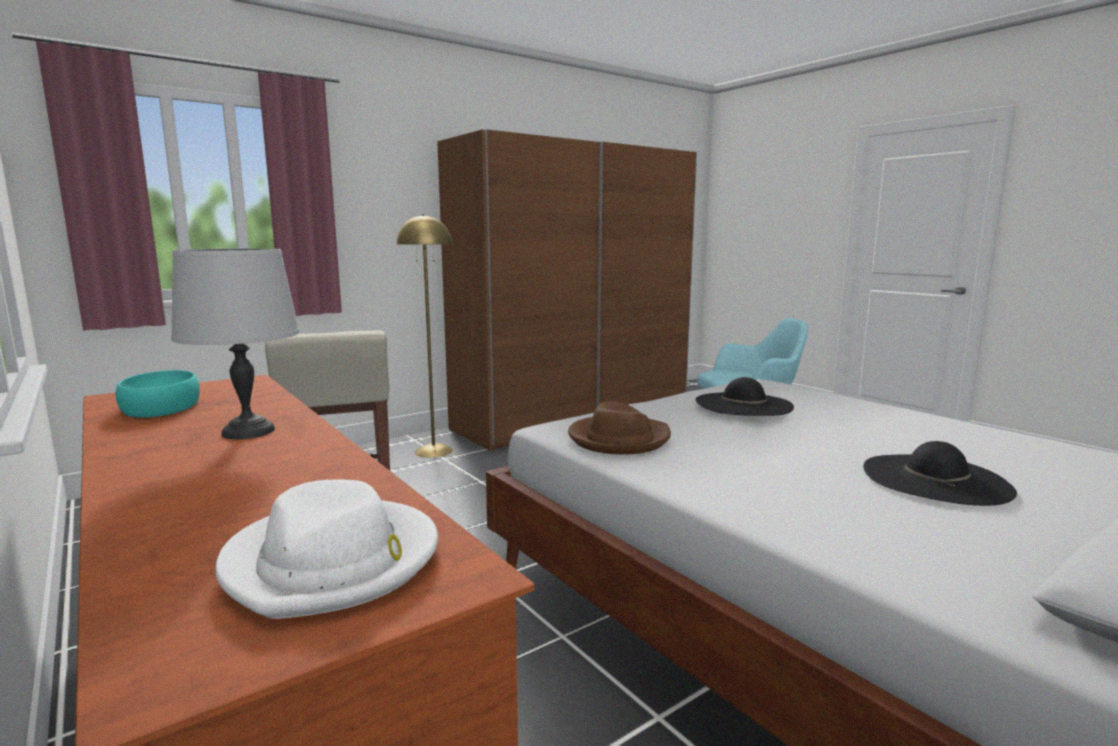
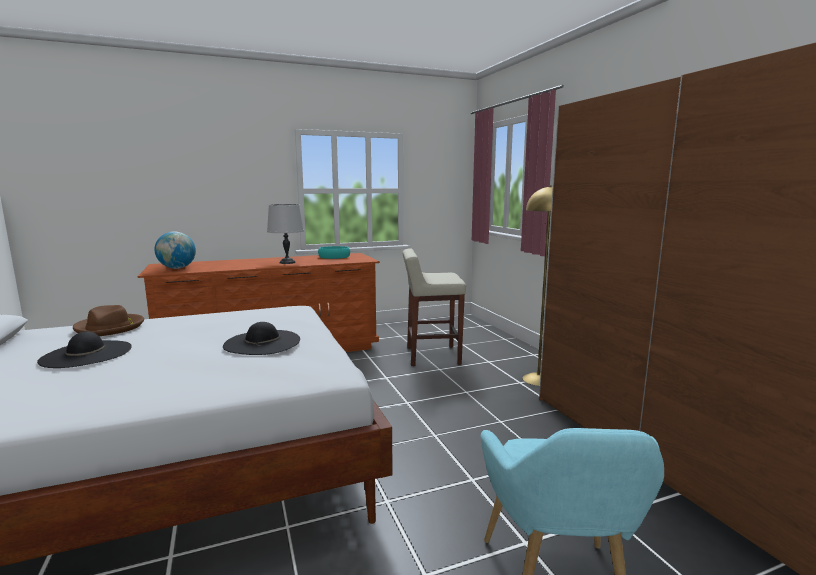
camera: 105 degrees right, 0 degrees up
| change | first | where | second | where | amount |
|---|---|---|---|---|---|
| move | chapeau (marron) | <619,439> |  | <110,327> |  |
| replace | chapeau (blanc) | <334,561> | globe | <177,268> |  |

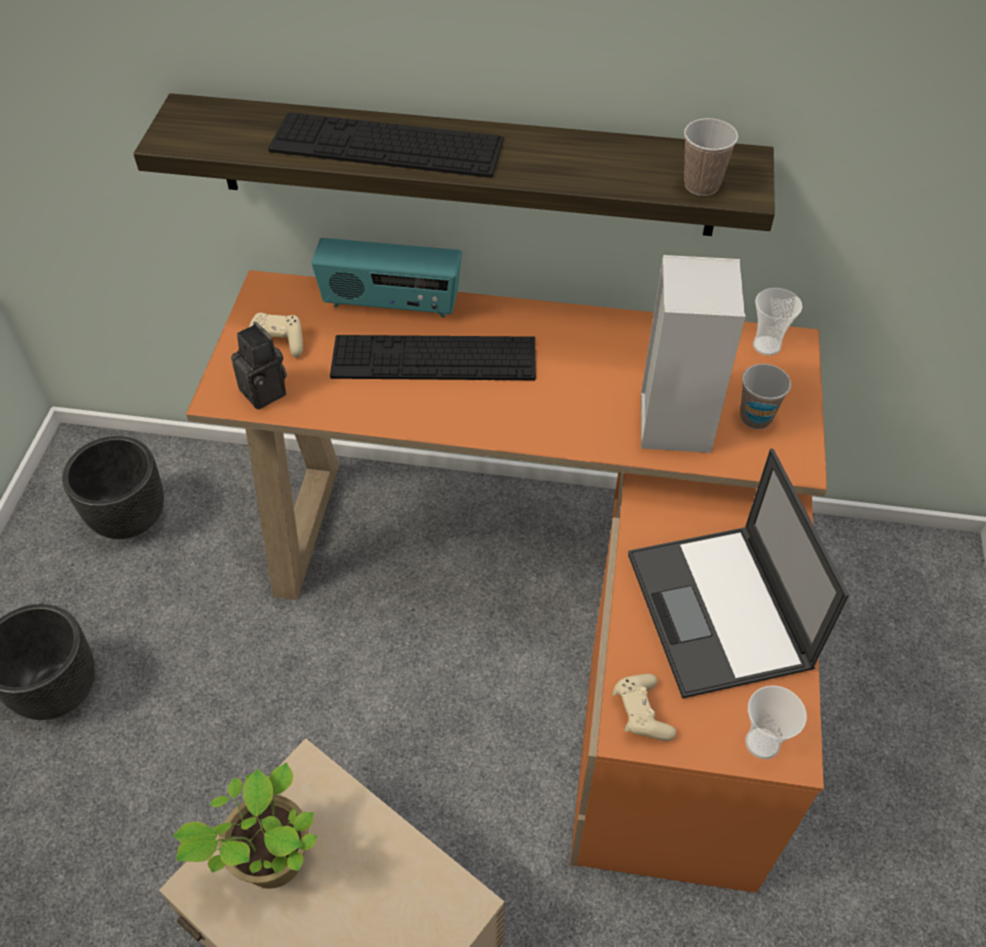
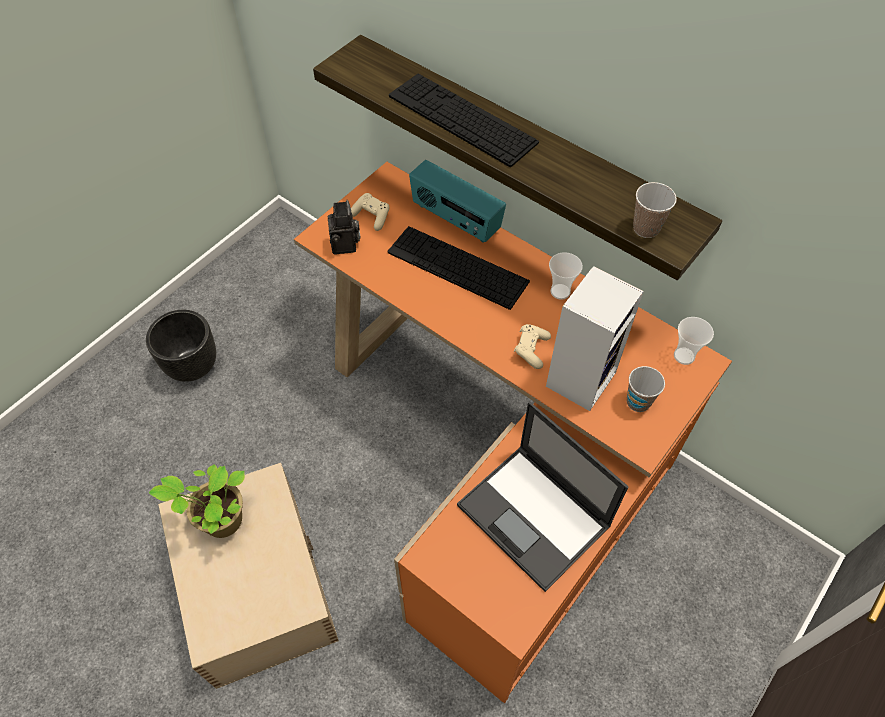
camera: 30 degrees right, 5 degrees up
| change | first | where | second | where | amount |
|---|---|---|---|---|---|
| delete | cache-pot (noir) | <129,519> |  |  |  |
| move | manette (beige) | <641,714> |  | <531,350> |  |
| move | tasse | <762,743> |  | <560,291> |  |
| rotate | ordinateur portable | <719,612> |  | <535,516> | 60 degrees counterclockwise |

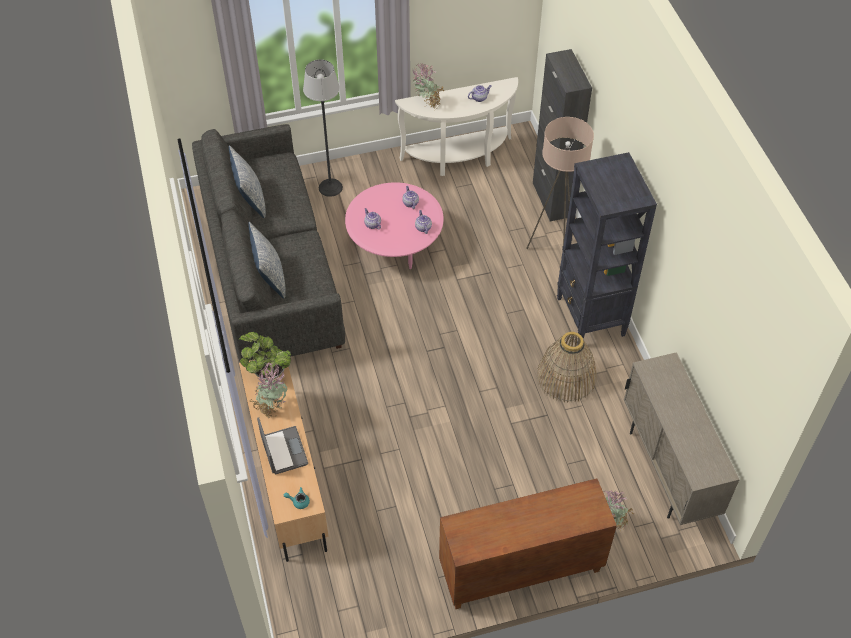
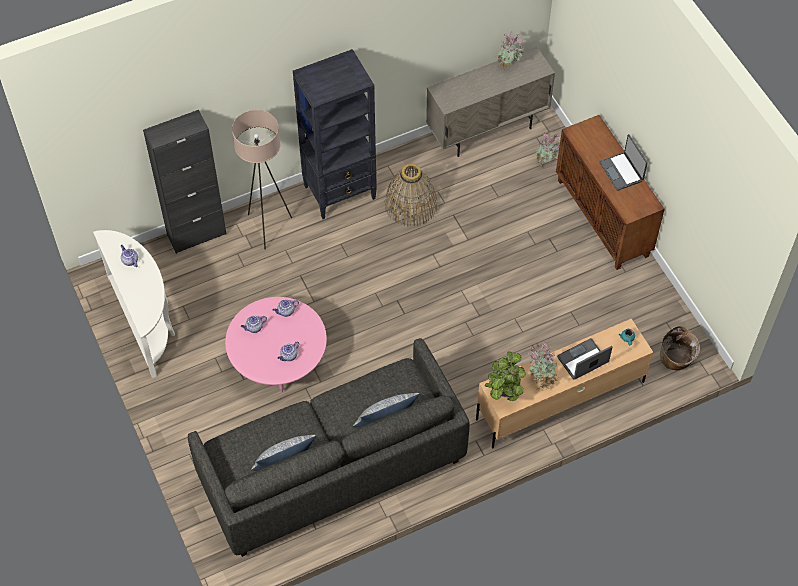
camera: 100 degrees left, 5 degrees up
| change | first | where | second | where | amount |
|---|---|---|---|---|---|
| delete | lampadaire | <330,187> |  |  |  |
| insert |  |  | ordinateur portable | <622,171> |  |
| insert |  |  | panier | <676,360> |  |
| move | plante en pot | <427,105> |  | <508,67> |  |

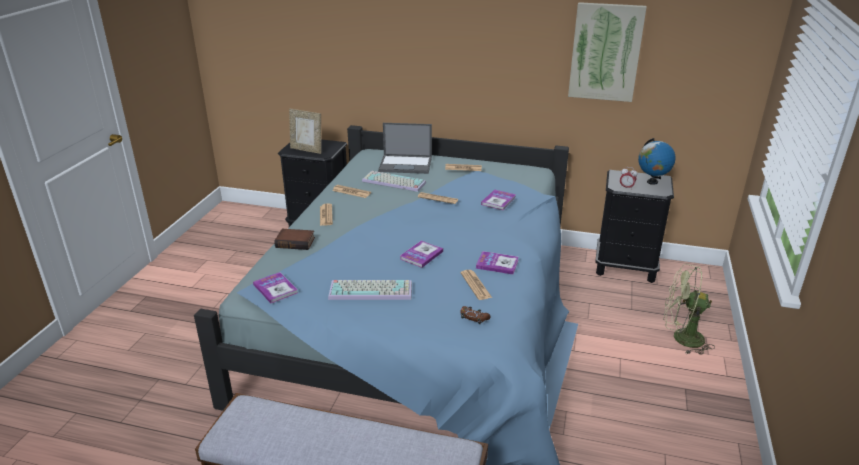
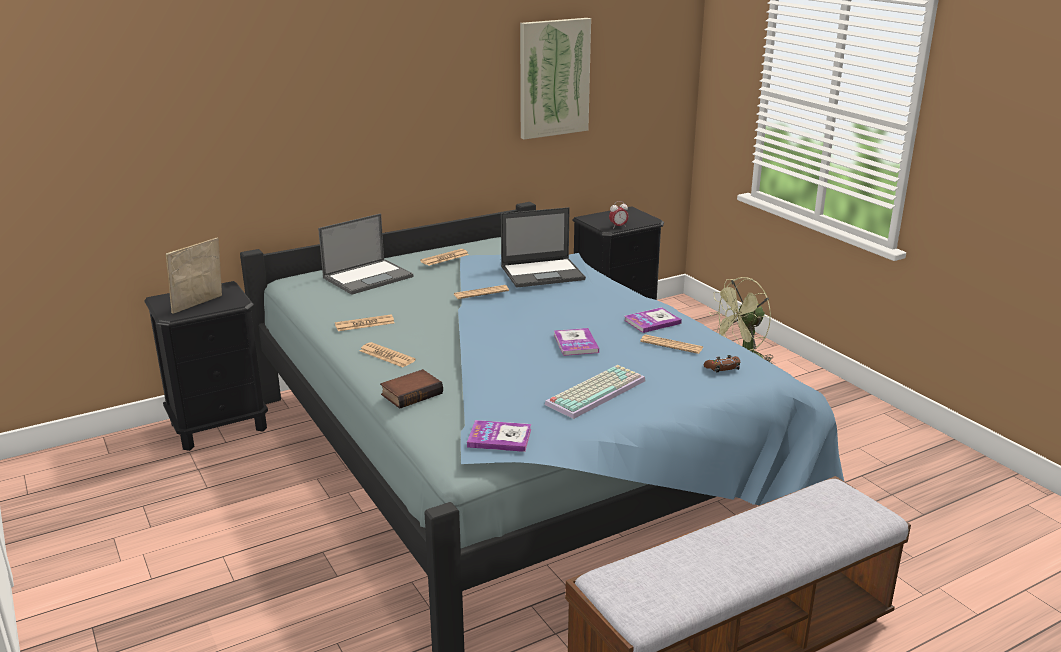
camera: 45 degrees left, 5 degrees down
| change | first | where | second | where | amount |
|---|---|---|---|---|---|
| delete | clavier | <392,182> |  |  |  |
| delete | globe | <652,182> |  |  |  |
| replace | livre | <498,201> | ordinateur portable | <543,273> |  |
| rotate | cadre photo | <307,150> |  | <199,305> | 150 degrees clockwise |

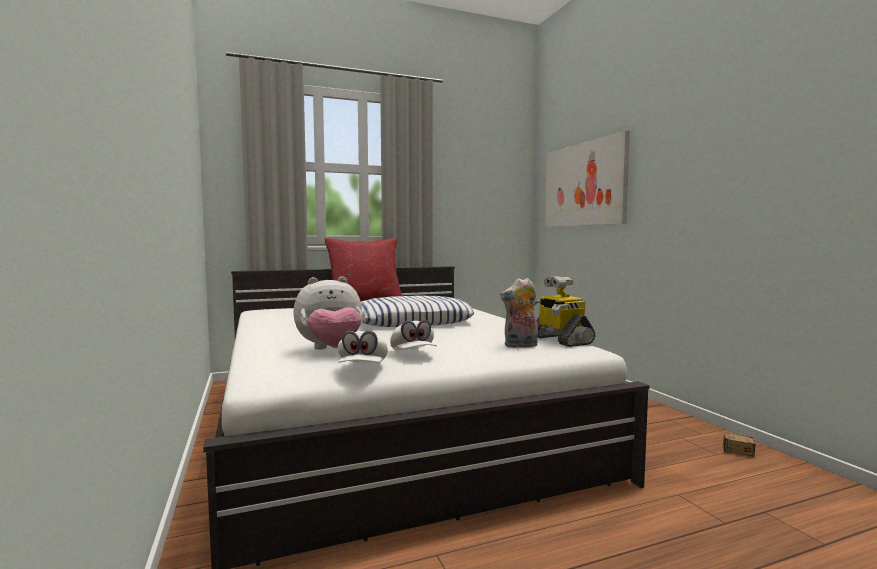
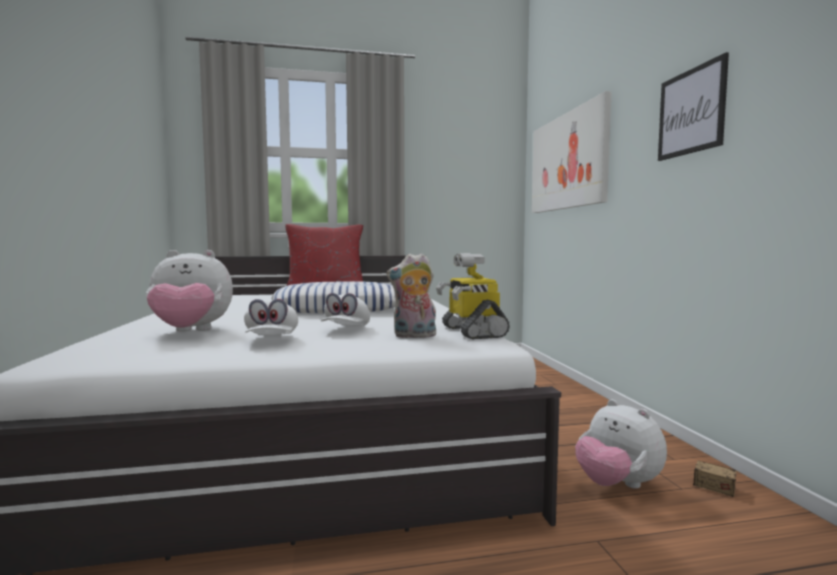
camera: 10 degrees right, 0 degrees up
| change | first | where | second | where | amount |
|---|---|---|---|---|---|
| insert |  |  | peluche | <617,484> |  |
| insert |  |  | tableau | <691,111> |  |
| move | casquette (blanc) | <362,369> |  | <346,330> |  |

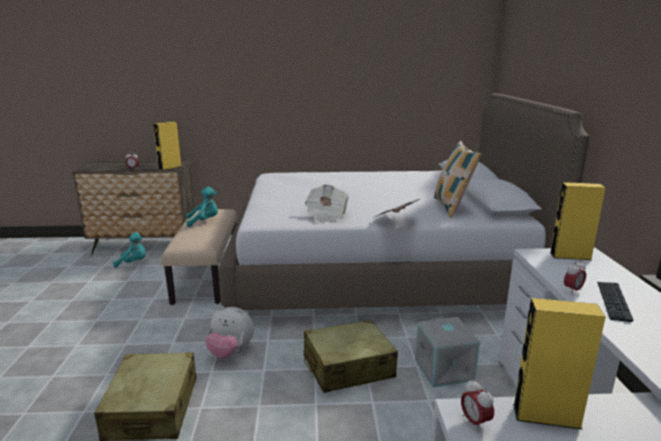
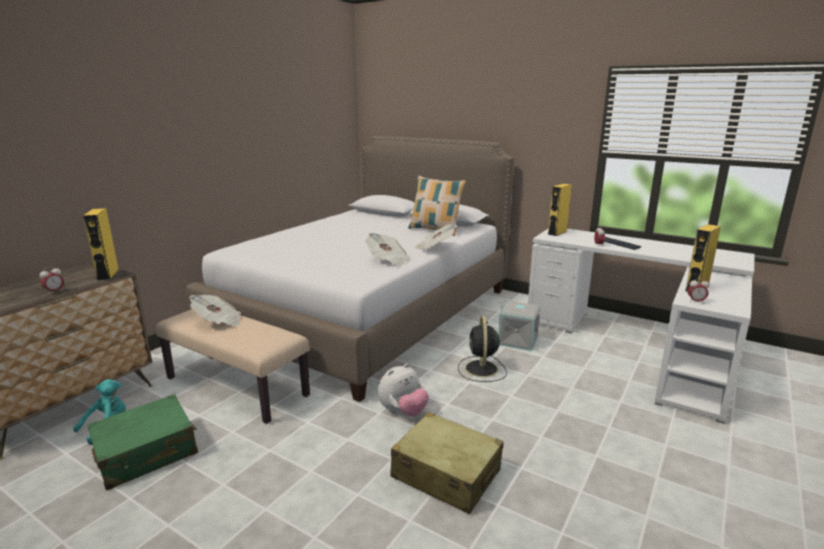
camera: 55 degrees left, 0 degrees up
| change | first | where | second | where | amount |
|---|---|---|---|---|---|
| insert |  |  | valise (vert) | <147,453> |  |
| replace | peluche (turquoise) | <204,221> | journal | <218,322> |  |
| replace | valise (beige) | <348,367> | ventilateur (noir) | <481,369> |  |

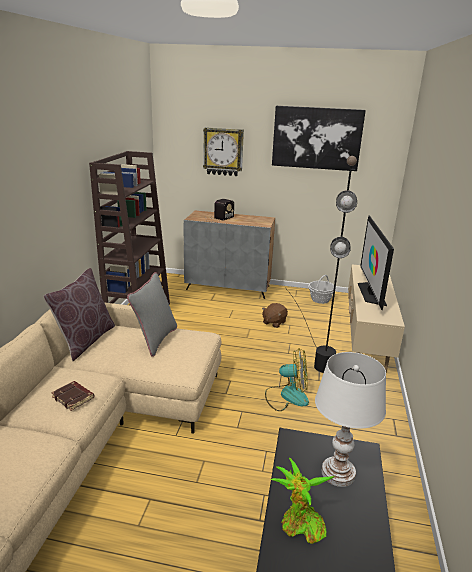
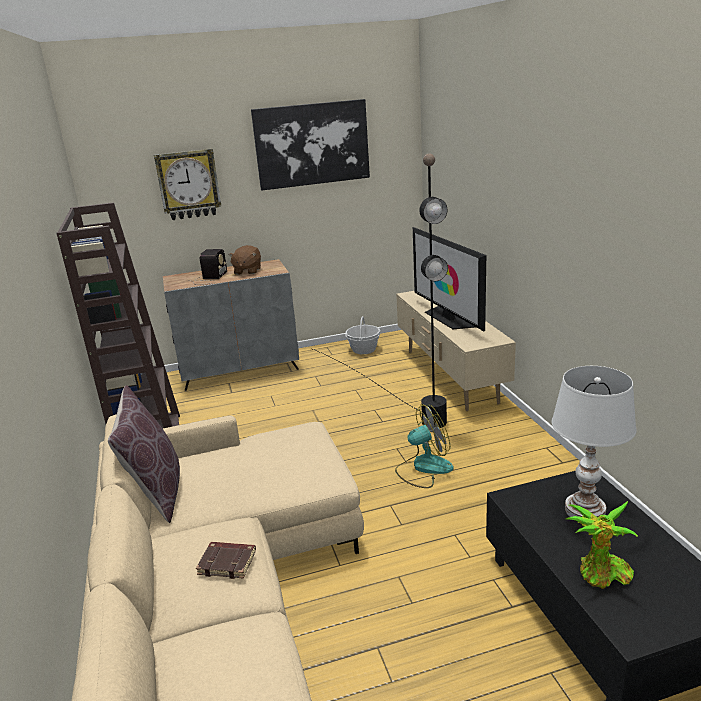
camera: 25 degrees left, 0 degrees up
| change | first | where | second | where | amount |
|---|---|---|---|---|---|
| delete | coussin (gris) | <155,340> |  |  |  |
| move | peluche (marron) | <273,322> |  | <247,271> |  |

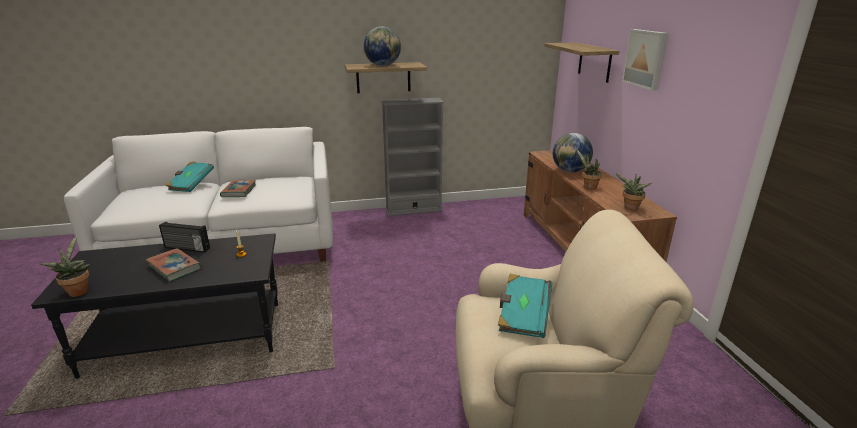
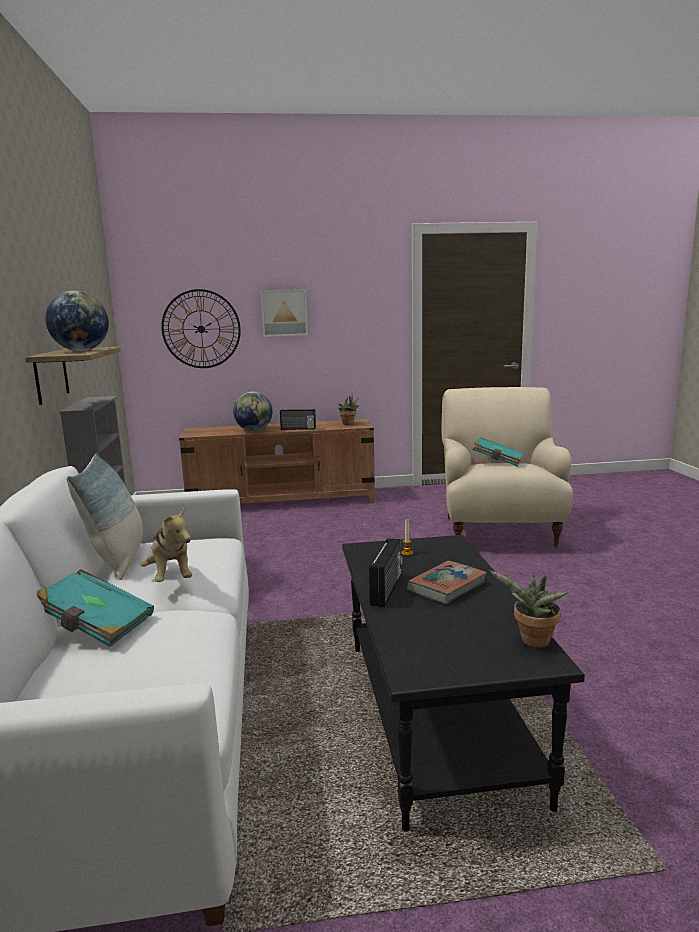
camera: 85 degrees left, 10 degrees down
| change | first | where | second | where | amount |
|---|---|---|---|---|---|
| insert |  |  | coussin | <118,559> |  |
| replace | livre | <239,191> | peluche | <170,577> |  |
| replace | étagère | <594,62> | horloge murale | <201,329> |  |
| replace | plante en pot | <588,187> | radio | <298,429> |  |

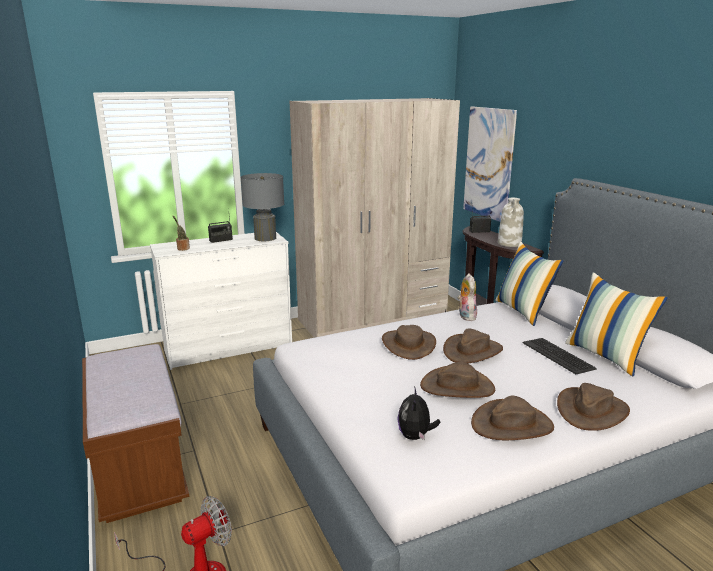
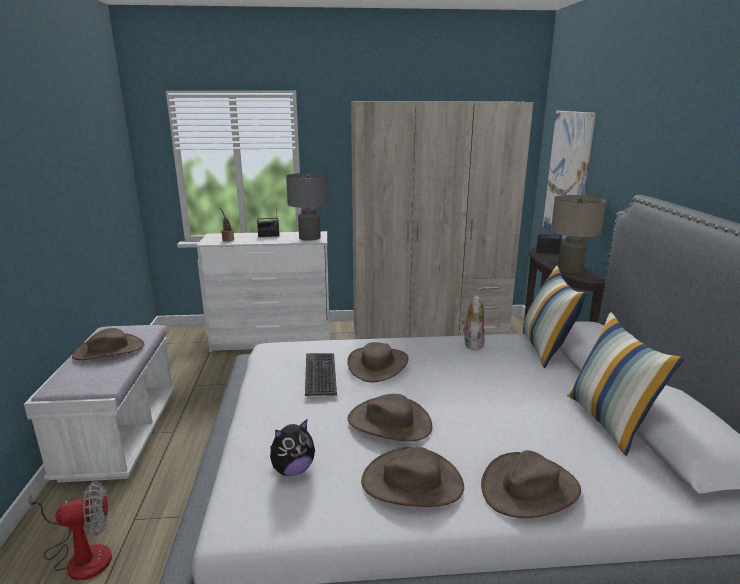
camera: 20 degrees right, 0 degrees up
| change | first | where | second | where | amount |
|---|---|---|---|---|---|
| move | chapeau (marron) | <472,351> |  | <109,350> |  |
| move | clavier | <558,356> |  | <321,374> |  |
| replace | vase (blanc) | <509,244> | lampe de table (beige) | <570,269> |  |
| recolor | banc (marron) | <139,466> | banc (blanc) | <120,436> |  |
| rotate | peluche | <415,436> |  | <292,470> | 150 degrees counterclockwise |

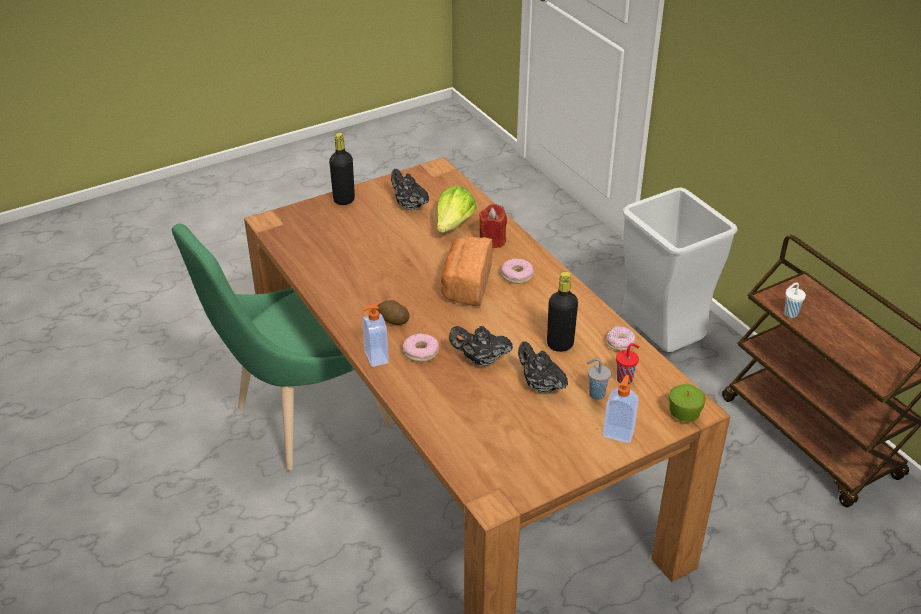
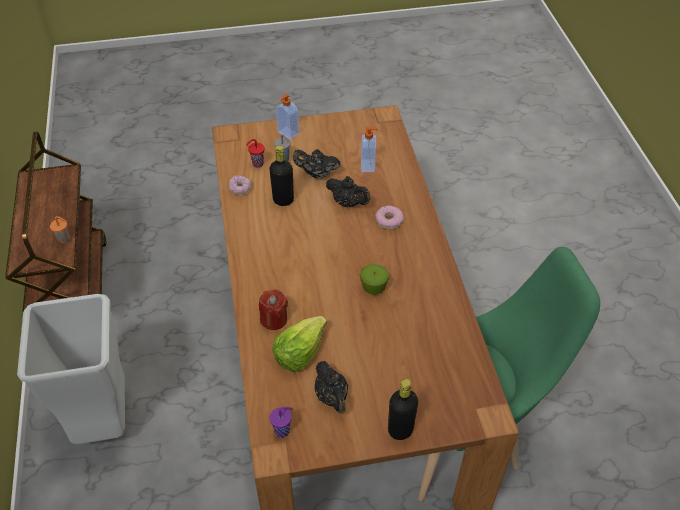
camera: 160 degrees left, 10 degrees up
| change | first | where | second | where | amount |
|---|---|---|---|---|---|
| delete | pomme de terre | <393,320> |  |  |  |
| delete | pain | <466,285> |  |  |  |
| delete | beignet | <516,275> |  |  |  |
| insert |  |  | tasse (violet) | <283,430> |  |
| move | distributeur de savon | <375,357> |  | <368,166> |  |
| move | pomme | <684,414> |  | <373,287> |  |
| recolor | tasse (blanc) | <789,314> | tasse (orange) | <65,239> |  |
| rotate | théière (noir) | <540,385> |  | <317,174> | 120 degrees clockwise |

